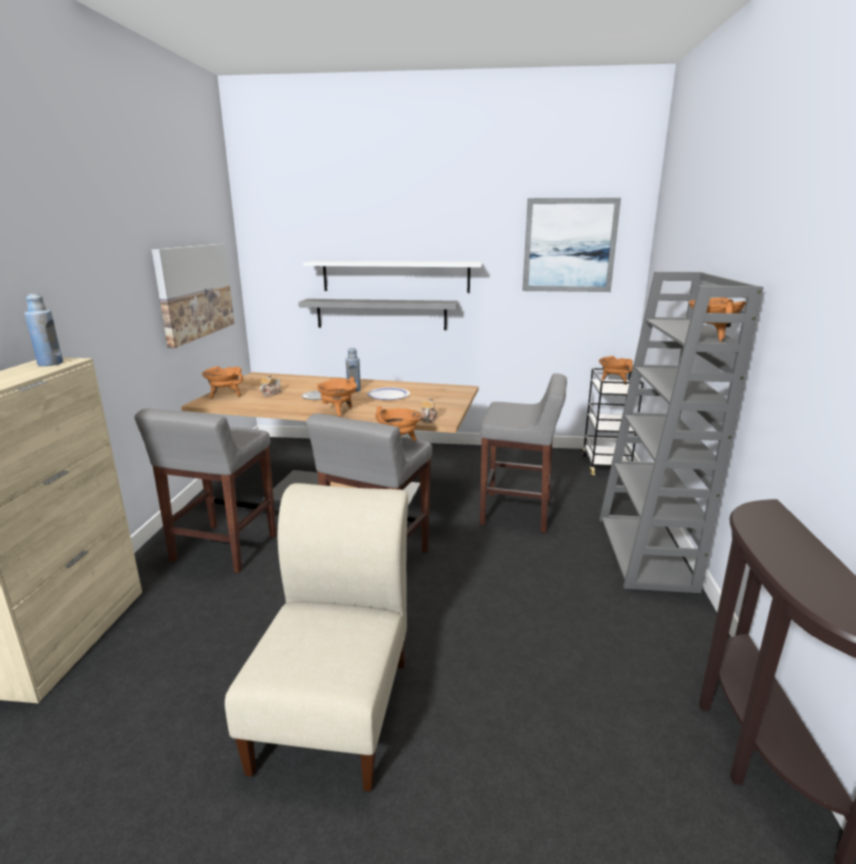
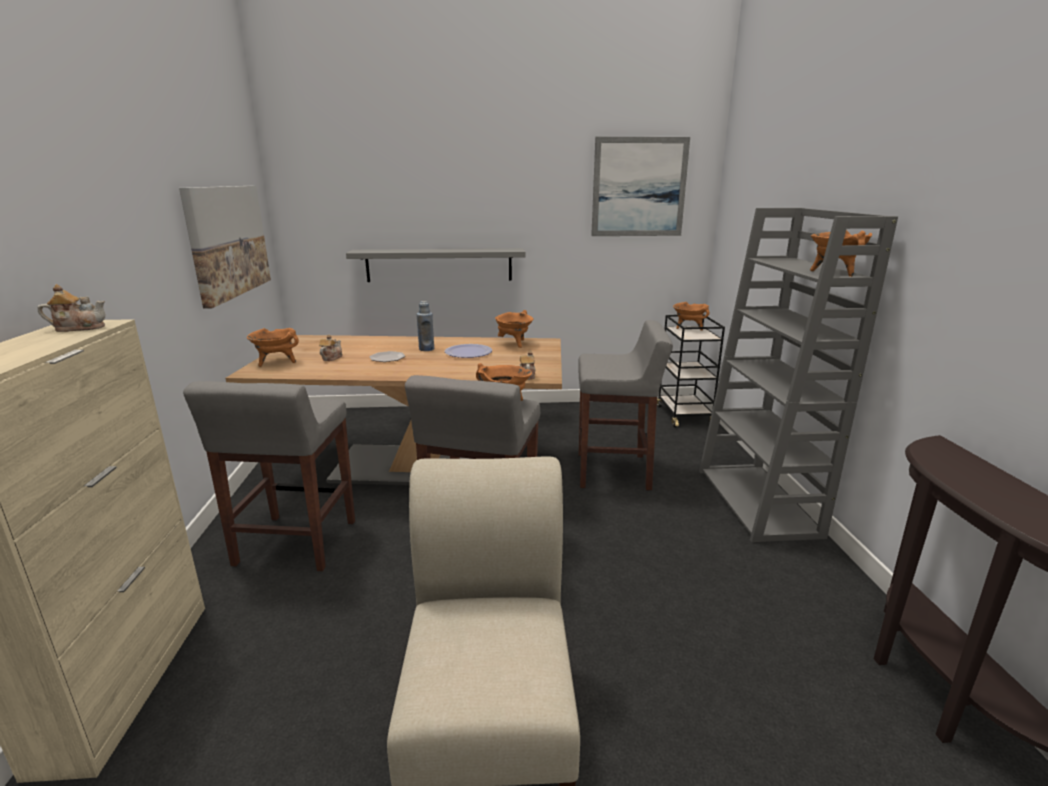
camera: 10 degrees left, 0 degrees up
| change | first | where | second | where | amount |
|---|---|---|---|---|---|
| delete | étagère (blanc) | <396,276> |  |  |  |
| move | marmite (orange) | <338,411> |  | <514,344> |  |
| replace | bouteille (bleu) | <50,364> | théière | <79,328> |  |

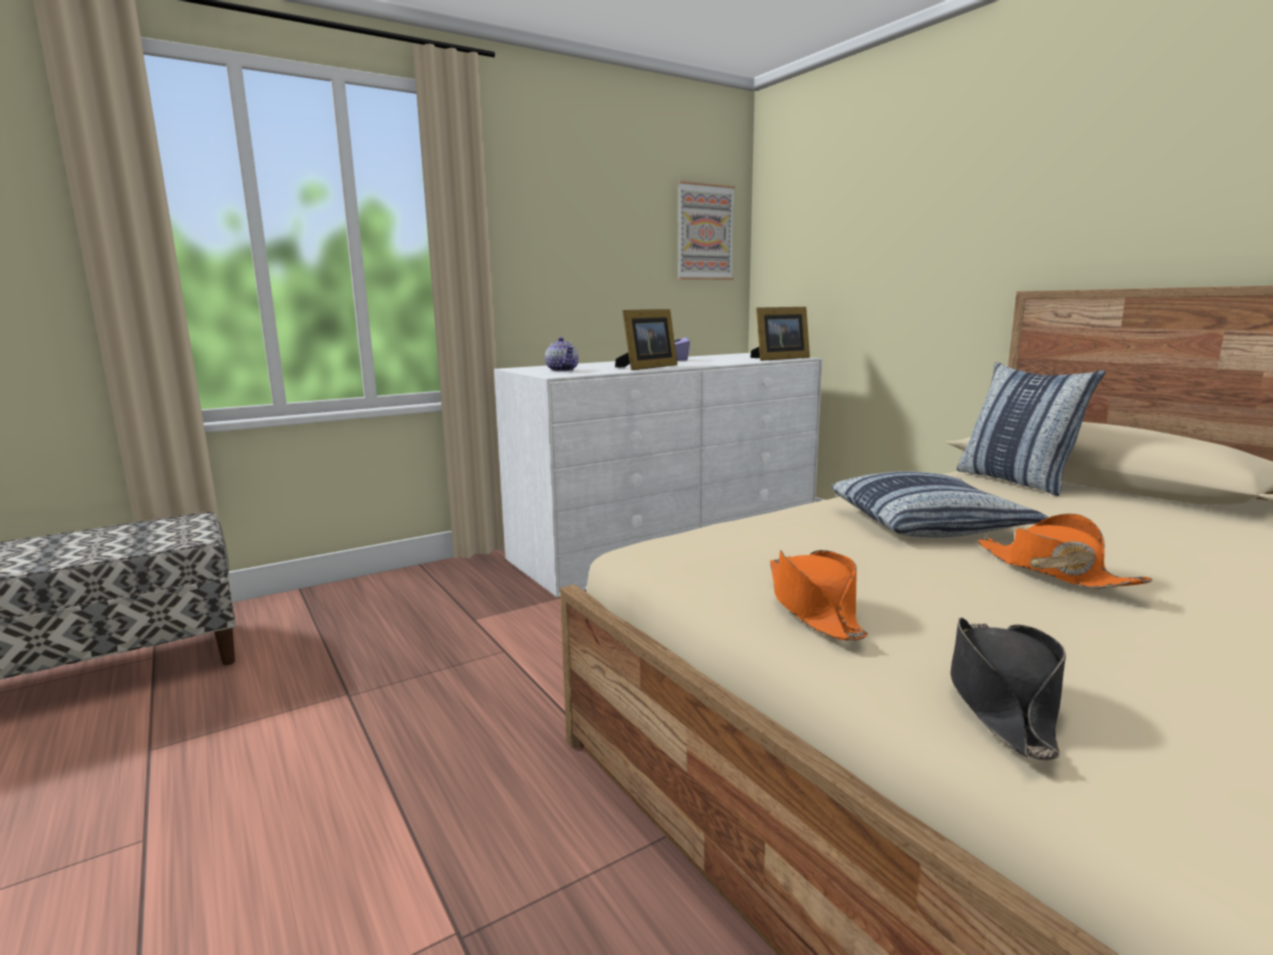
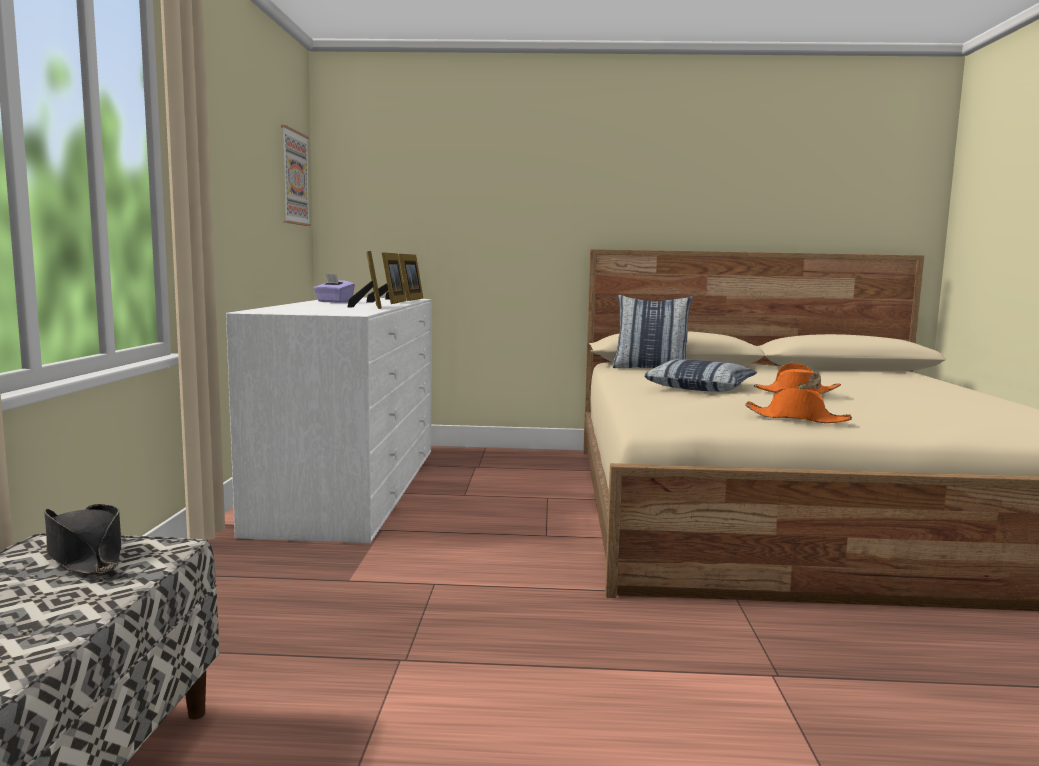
camera: 55 degrees left, 5 degrees down
| change | first | where | second | where | amount |
|---|---|---|---|---|---|
| delete | théière | <563,370> |  |  |  |
| insert |  |  | cadre photo | <390,302> |  |
| move | chapeau (noir) | <1000,698> |  | <85,555> |  |

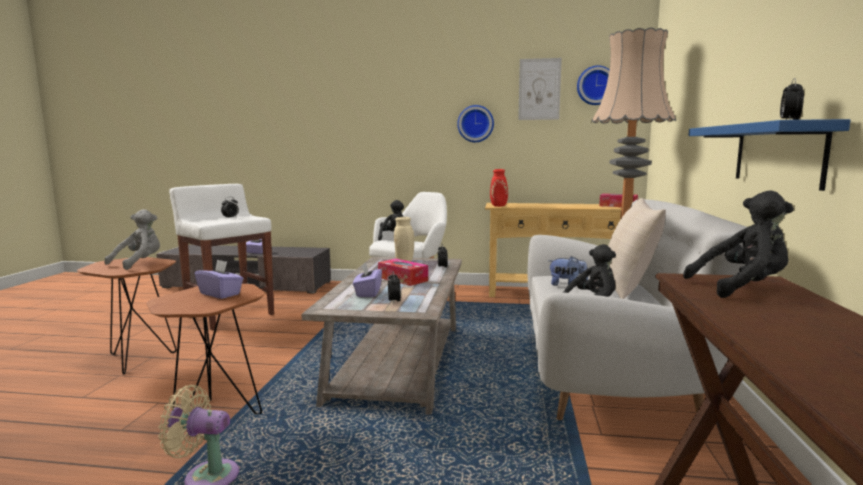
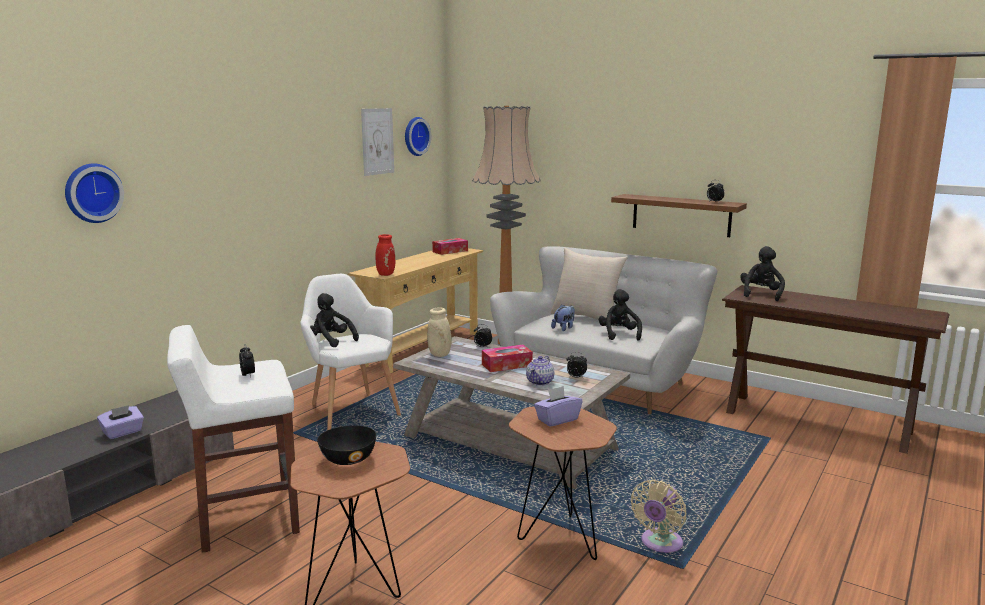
camera: 65 degrees left, 5 degrees up
| change | first | where | second | where | amount |
|---|---|---|---|---|---|
| move | horloge murale | <475,123> |  | <92,193> |  |
| replace | peluche (gris) | <139,263> | bol (noir) | <348,459> |  |
| replace | boîte à mouchoirs (violet) | <368,293> | théière | <540,382> |  |
| recolor | étagère (bleu) | <777,154> | étagère (marron) | <681,215> |  |

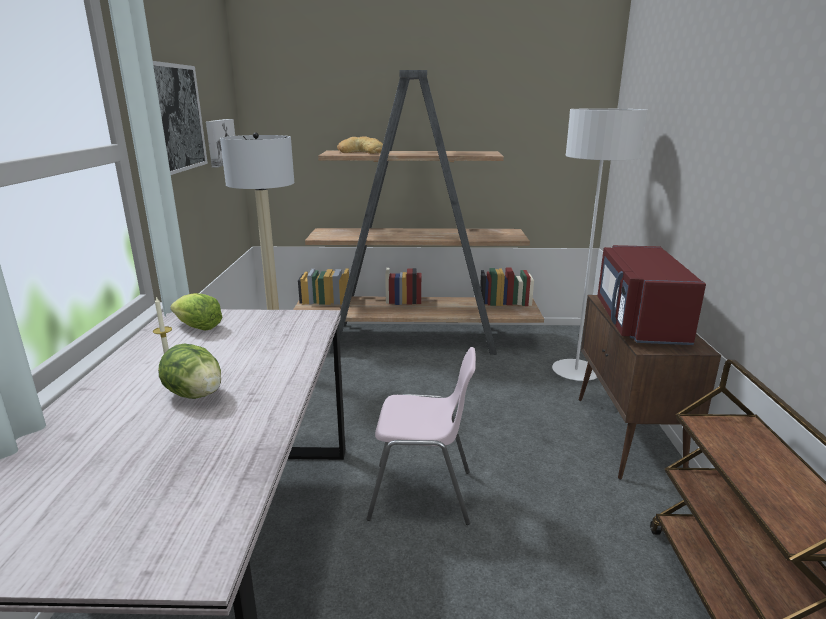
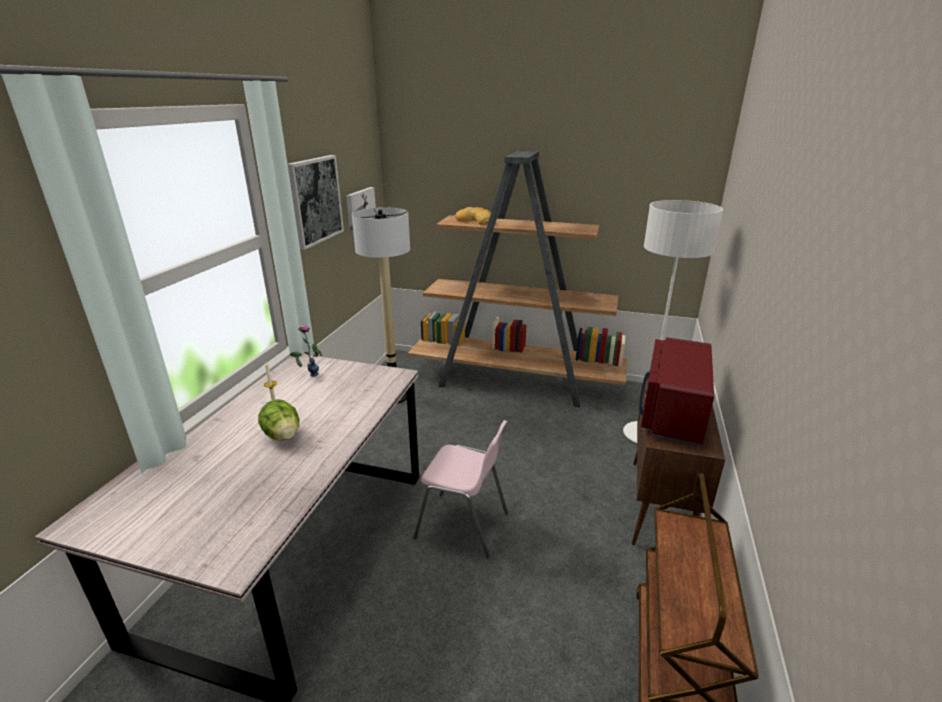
camera: 15 degrees right, 5 degrees up
| change | first | where | second | where | amount |
|---|---|---|---|---|---|
| replace | laitue | <198,327> | vase | <308,374> |  |

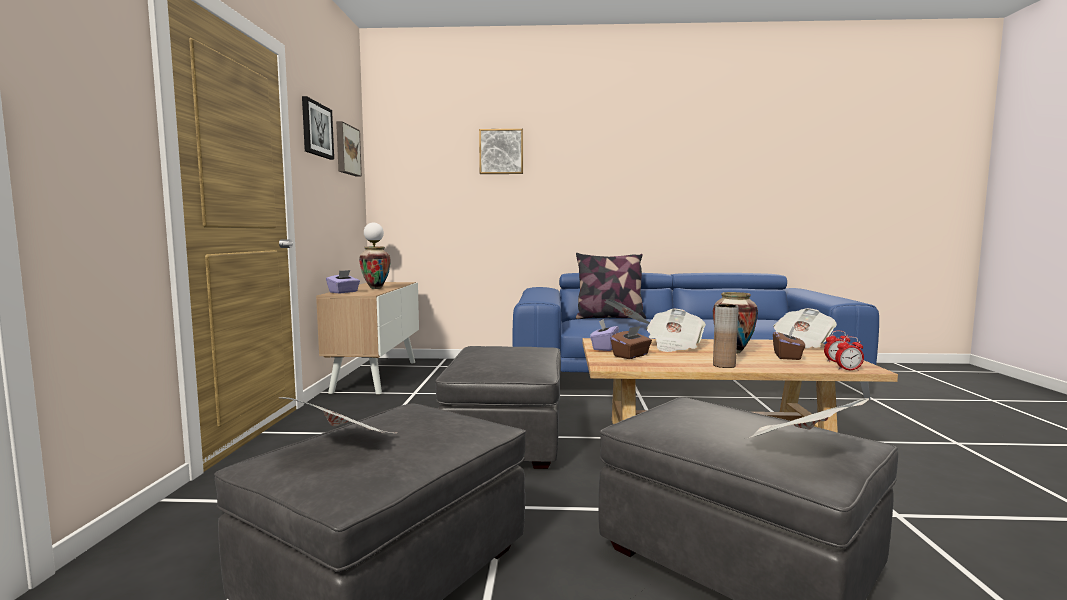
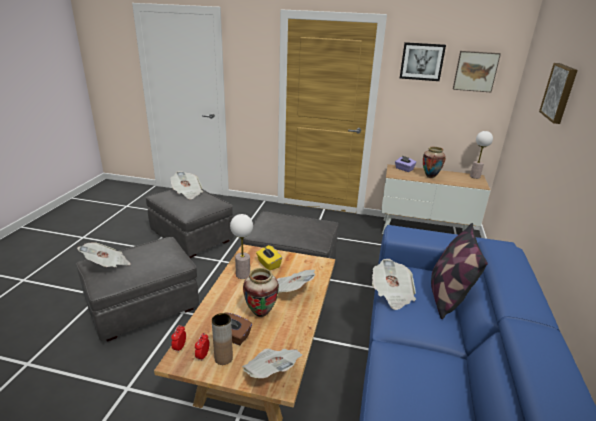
camera: 100 degrees right, 20 degrees up
| change | first | where | second | where | amount |
|---|---|---|---|---|---|
| delete | boîte à mouchoirs (violet) | <604,348> |  |  |  |
| insert |  |  | lampe de table | <243,275> |  |
| move | vase (marron) | <724,365> |  | <223,358> |  |
| recolor | boîte à mouchoirs (marron) | <631,356> | boîte à mouchoirs (jaune) | <268,264> |  |

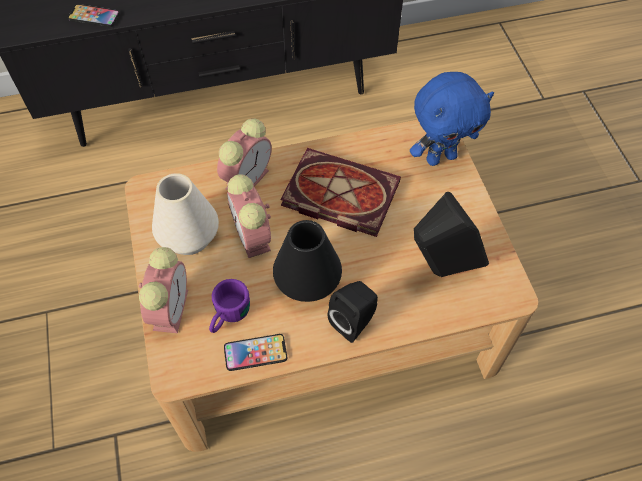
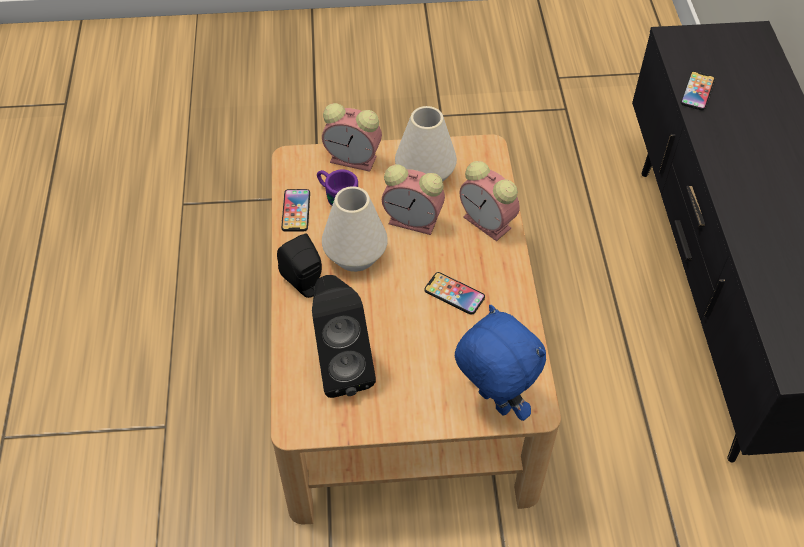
camera: 100 degrees right, 5 degrees down
| change | first | where | second | where | amount |
|---|---|---|---|---|---|
| replace | livre | <337,195> | téléphone | <454,294> |  |
| recolor | vase (noir) | <307,282> | vase (blanc) | <355,255> |  |
| rotate | réveil | <253,238> |  | <415,221> | 150 degrees counterclockwise |
| rotate | peluche (bleu) | <440,157> |  | <492,402> | 150 degrees clockwise |

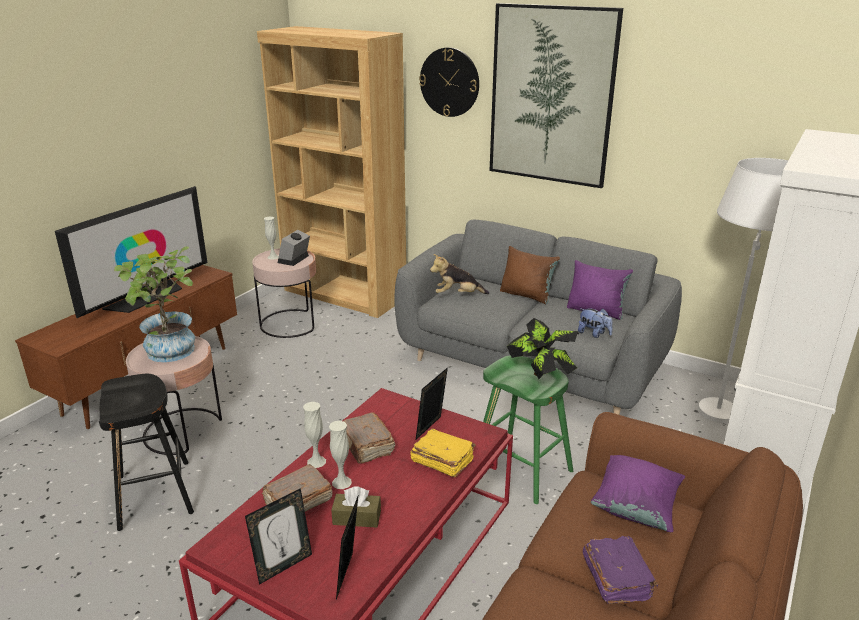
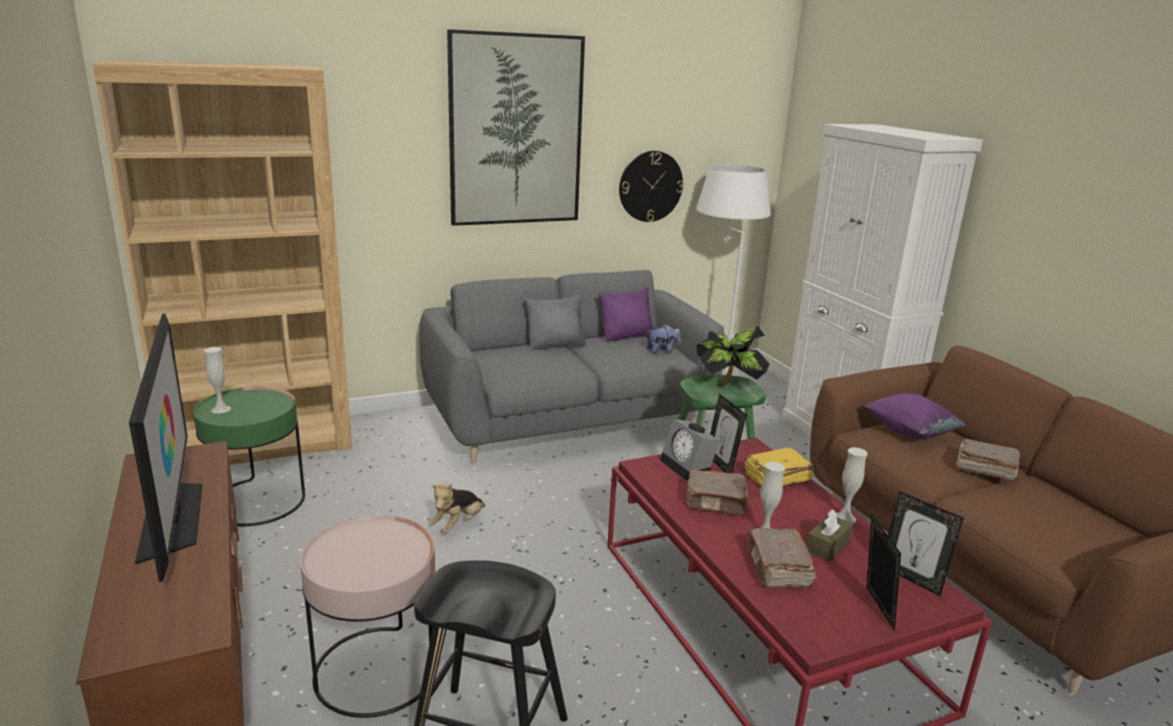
camera: 55 degrees left, 5 degrees down
| change | first | where | second | where | amount |
|---|---|---|---|---|---|
| delete | plante en pot | <169,354> |  |  |  |
| move | réveil | <294,260> |  | <688,467> |  |
| move | vase (blanc) | <316,461> |  | <845,518> |  |
| move | horloge murale | <449,82> |  | <650,186> |  |
| move | peluche | <457,295> |  | <458,524> |  |
| recolor | table d'appoint (rose) | <290,323> | table d'appoint (vert) | <257,501> |  |
| recolor | coussin (marron) | <527,295> | coussin (gris) | <556,345> |  |
| recolor | livre (violet) | <616,578> | livre (marron) | <984,469> |  |

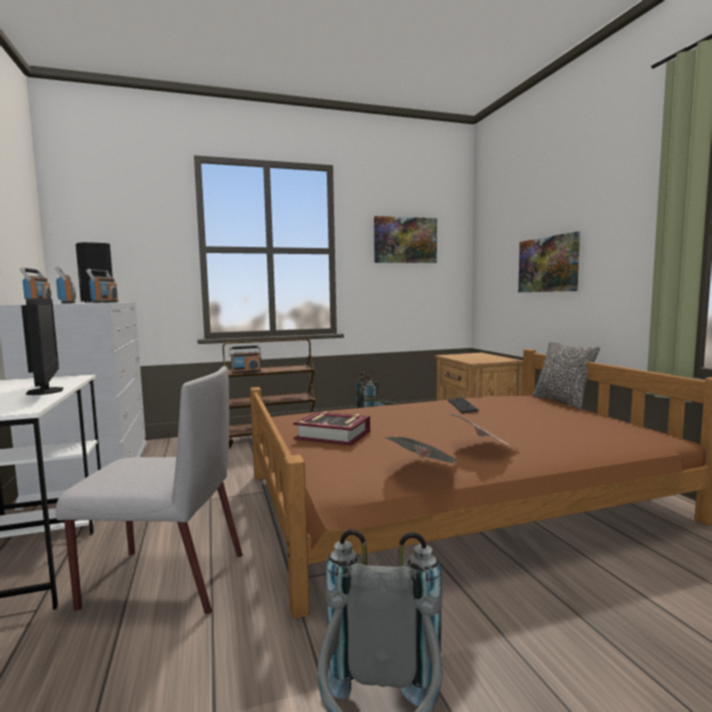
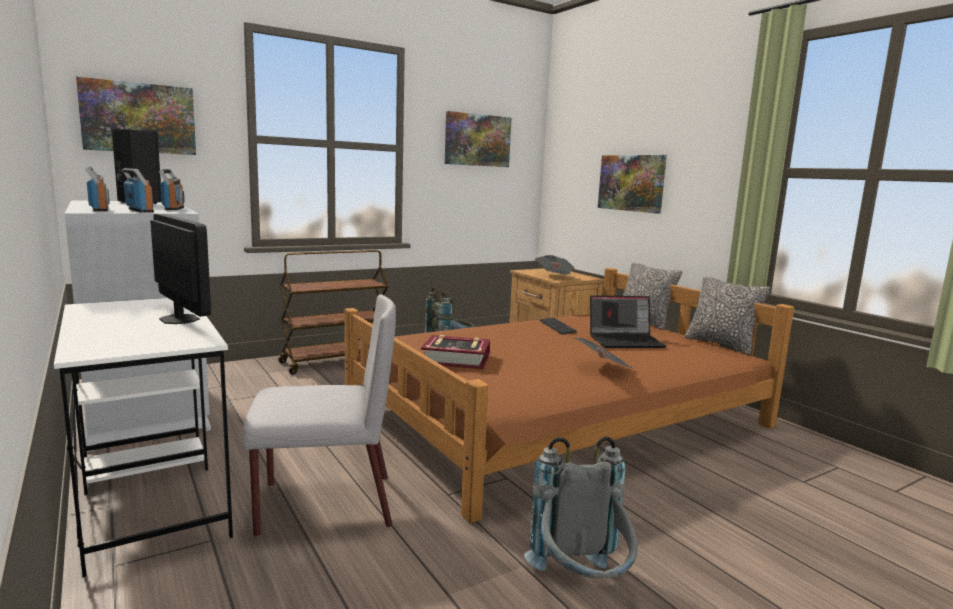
camera: 15 degrees left, 5 degrees up
| change | first | where | second | where | amount |
|---|---|---|---|---|---|
| delete | radio | <246,372> |  |  |  |
| insert |  |  | tableau | <139,118> |  |
| insert |  |  | ordinateur portable | <626,341> |  |
| insert |  |  | coussin | <721,344> |  |
| move | journal | <424,470> |  | <555,276> |  |

